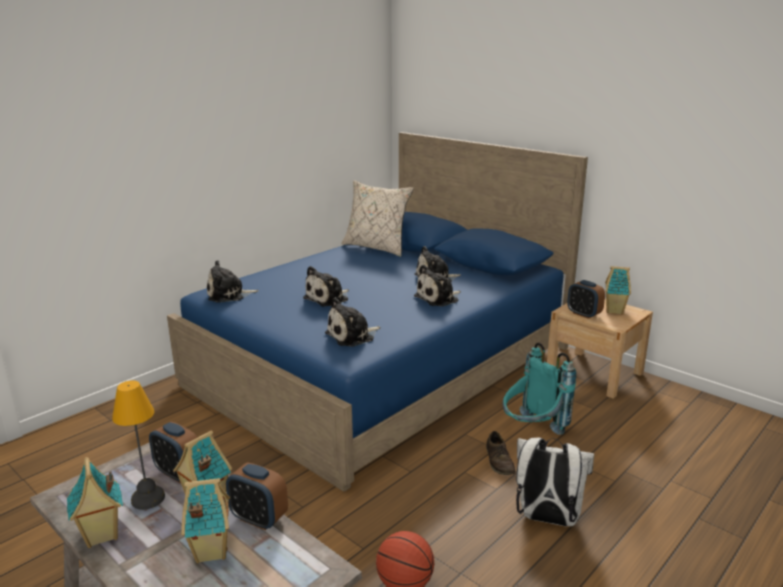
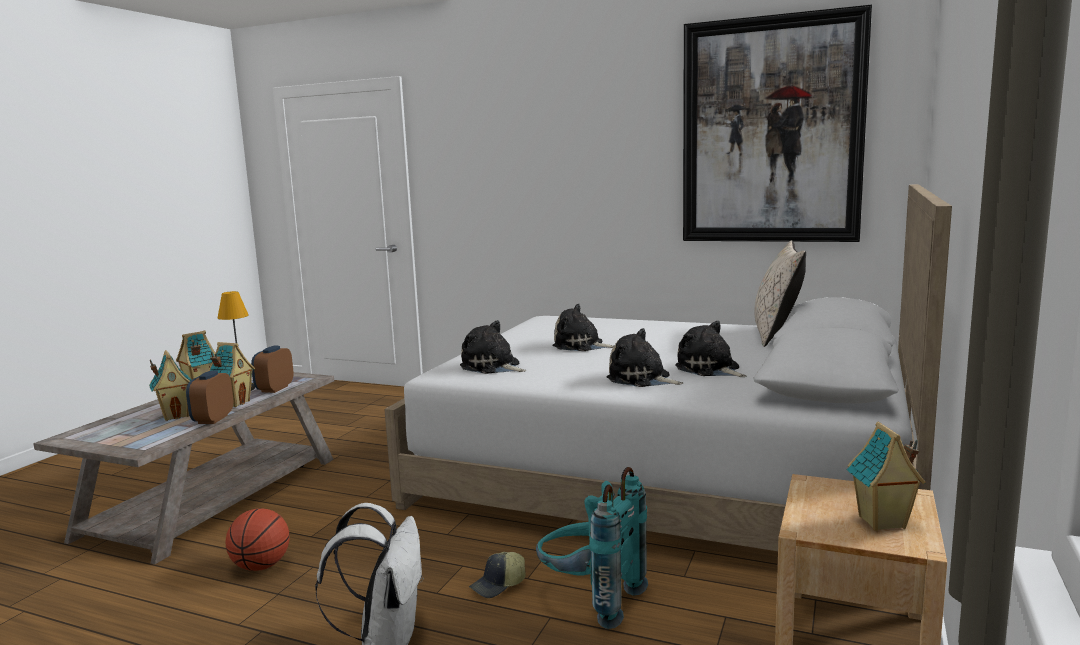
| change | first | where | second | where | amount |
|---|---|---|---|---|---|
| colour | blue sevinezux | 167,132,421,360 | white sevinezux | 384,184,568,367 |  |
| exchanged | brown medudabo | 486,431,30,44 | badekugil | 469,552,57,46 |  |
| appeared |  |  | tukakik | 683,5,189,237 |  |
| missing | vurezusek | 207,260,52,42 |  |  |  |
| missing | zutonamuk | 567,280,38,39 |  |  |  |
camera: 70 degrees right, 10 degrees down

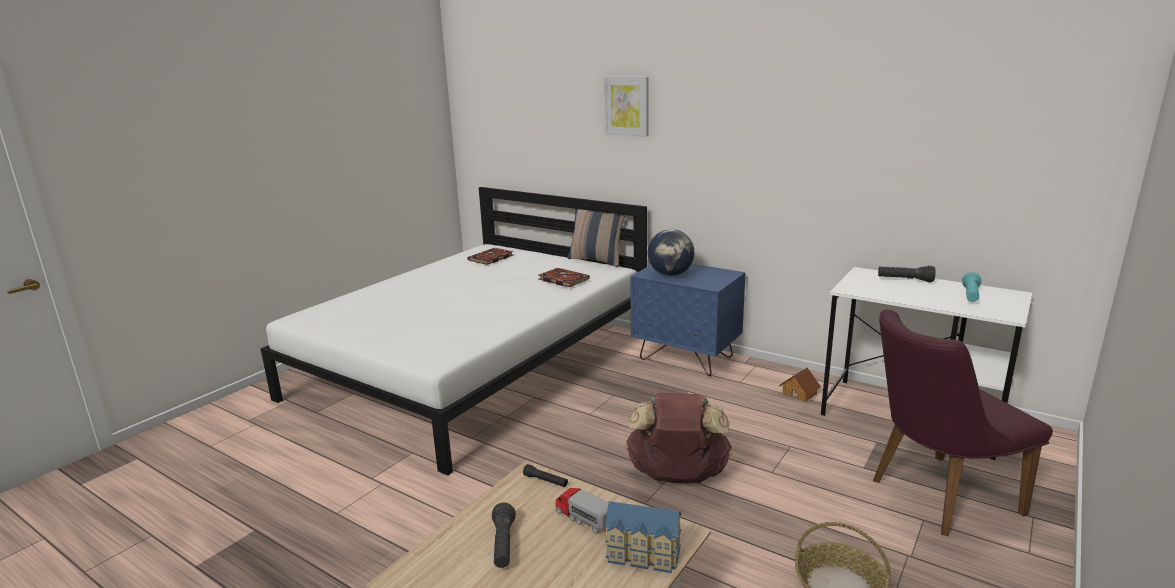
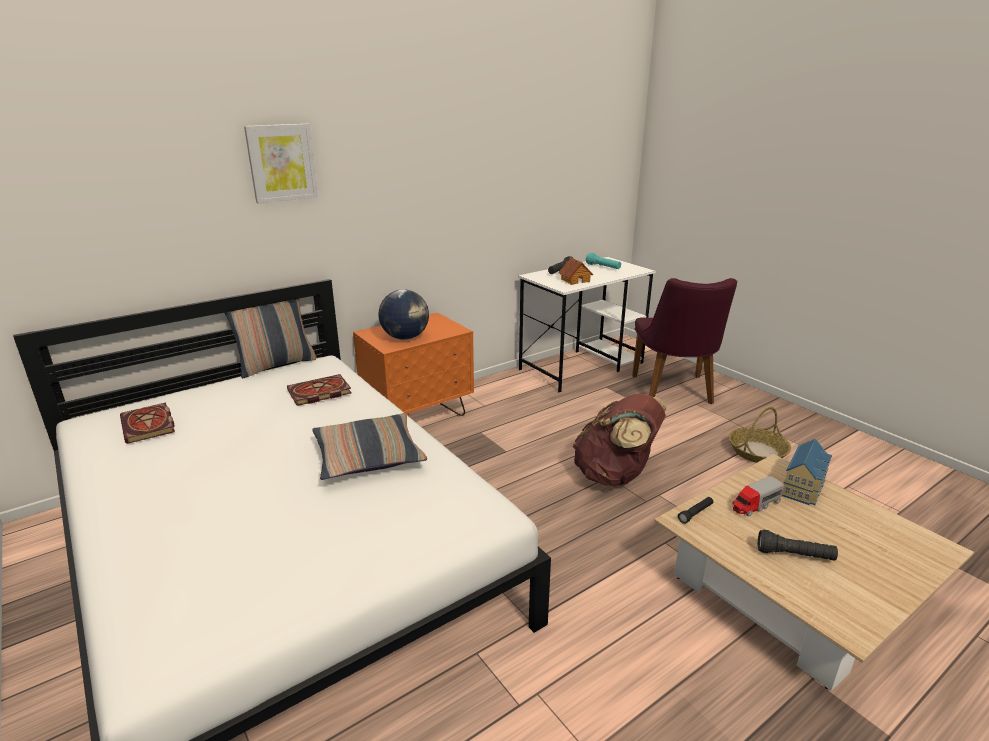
| change | first | where | second | where | amount |
|---|---|---|---|---|---|
| appeared |  |  | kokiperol | 312,413,115,67 |  |
| colour | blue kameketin | 630,264,116,112 | orange kameketin | 353,312,121,104 |  |
| relocated | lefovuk | 779,367,42,35 |  | 558,258,35,27 |  |
camera: 70 degrees left, 5 degrees up

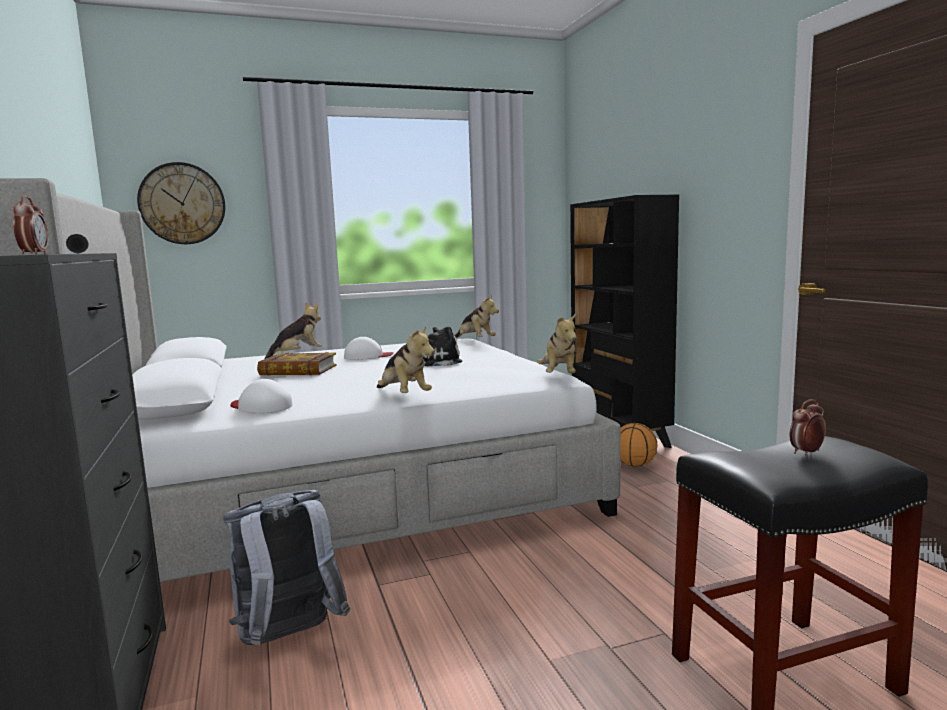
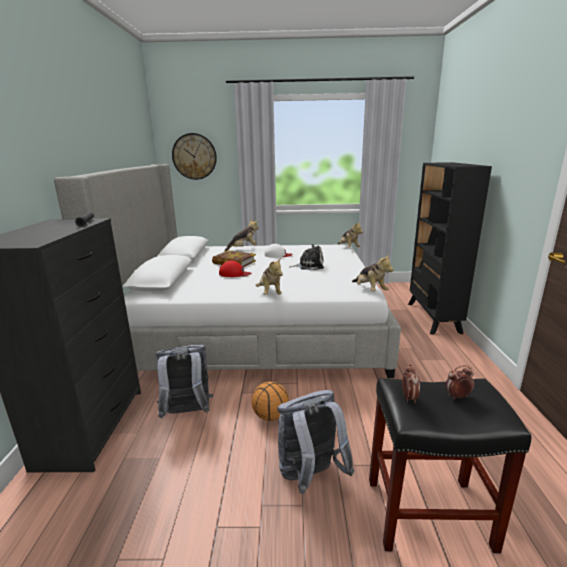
| change | first | where | second | where | amount |
|---|---|---|---|---|---|
| appeared |  |  | red badekugil | 219,261,32,16 |  |
| relocated | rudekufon | 620,423,38,44 |  | 252,382,37,39 |  |
| appeared |  |  | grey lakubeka | 277,390,78,104 |  |
| spun | vurezusek | 537,313,39,60 |  | 352,254,42,38 | 45 degrees counterclockwise |
| relocated | zutonamuk | 13,196,35,58 |  | 402,364,18,39 |  |
| missing | white badekugil | 230,379,63,34 |  |  |  |
camera: 20 degrees right, 10 degrees up

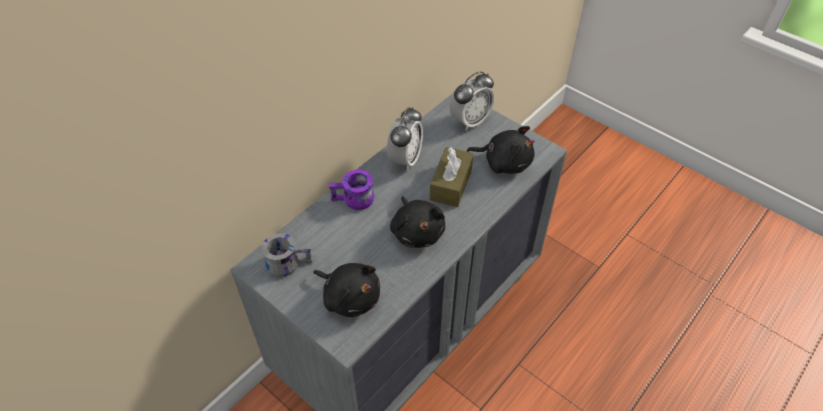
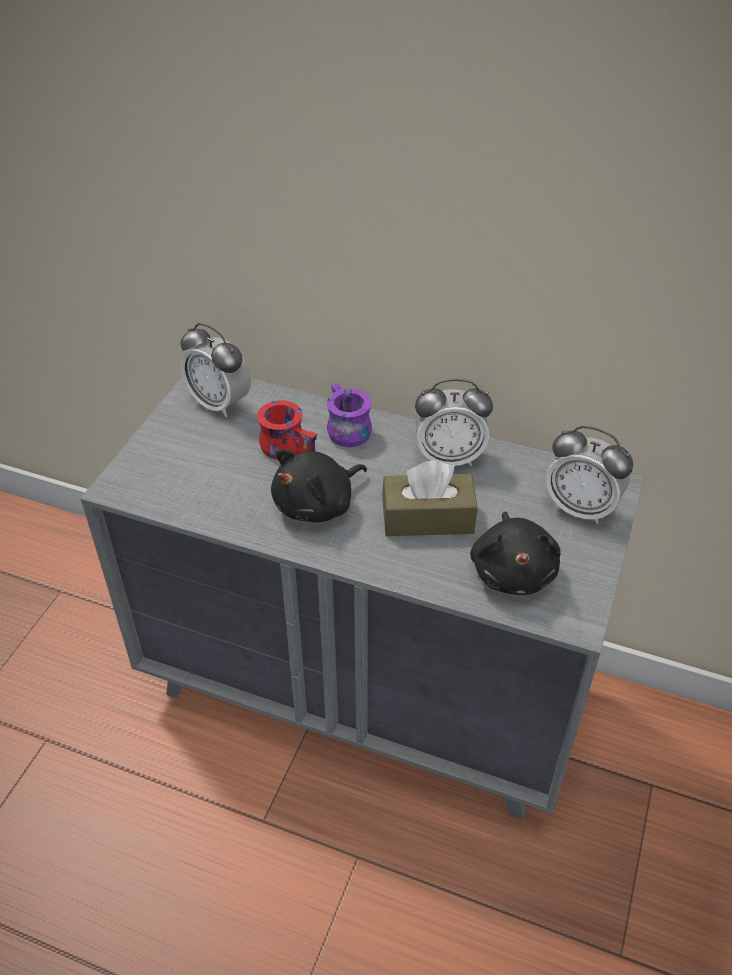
| change | first | where | second | where | amount |
|---|---|---|---|---|---|
| exchanged | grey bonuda | 261,233,52,44 | zutonamuk | 180,323,71,94 |  |
| appeared |  |  | red bonuda | 257,400,60,60 |  |
| missing | black vurezusek | 313,263,67,54 |  |  |  |
camera: 70 degrees right, 5 degrees down

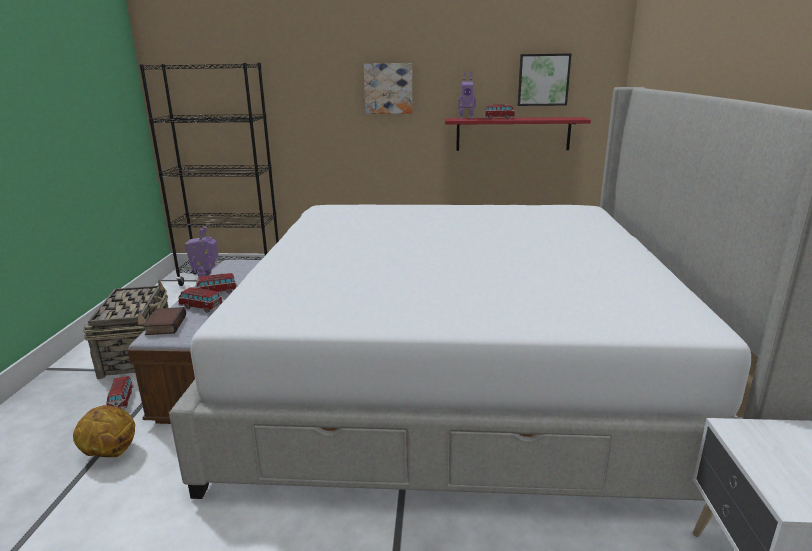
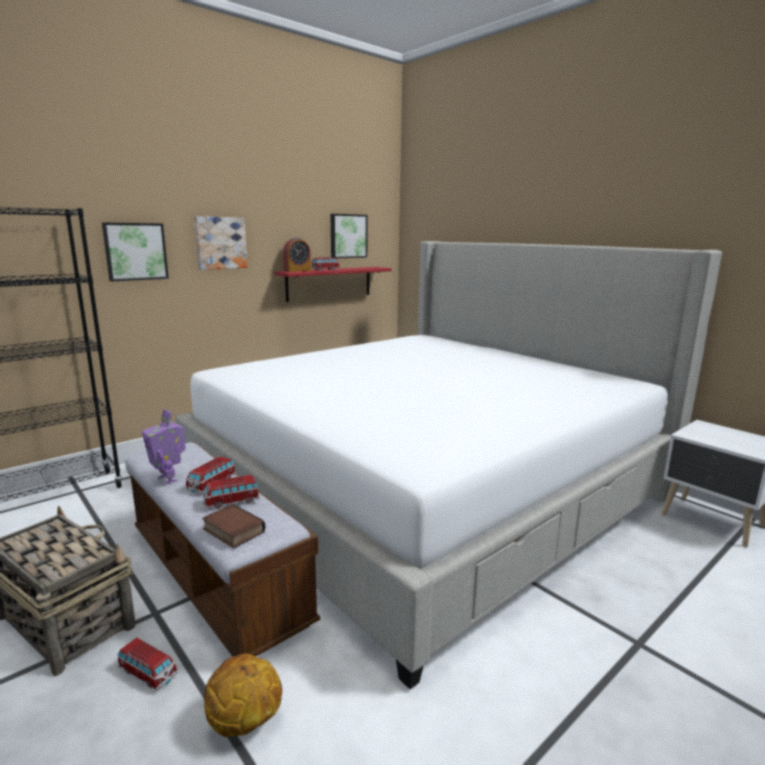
| change | first | where | second | where | amount |
|---|---|---|---|---|---|
| appeared |  |  | tukakik | 102,223,67,58 |  |
| exchanged | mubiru | 458,72,18,47 | zutonamuk | 283,238,28,34 |  |
camera: 45 degrees left, 5 degrees down

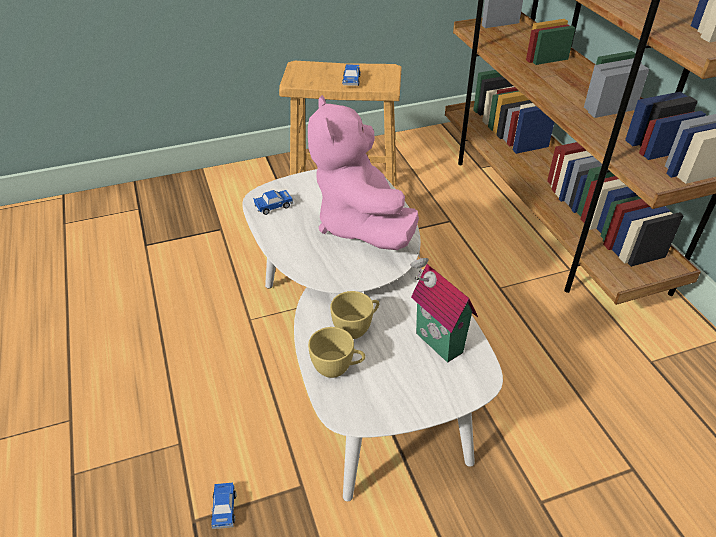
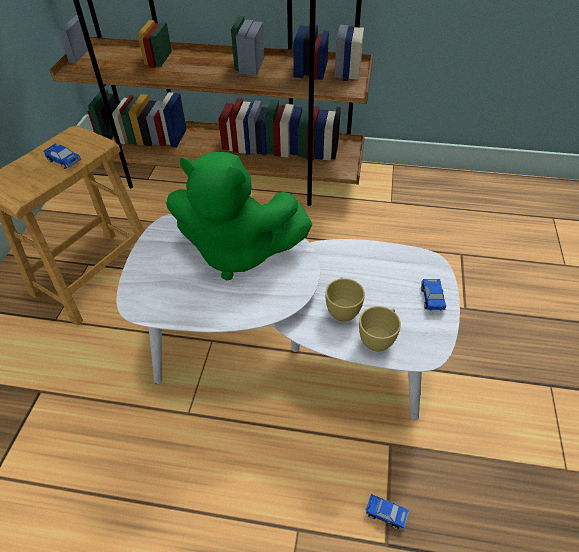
| change | first | where | second | where | amount |
|---|---|---|---|---|---|
| colour | pink vurezusek | 308,95,111,155 | green vurezusek | 166,152,146,129 |  |
| relocated | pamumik | 253,190,40,25 |  | 421,279,25,32 |  |
| missing | lefovuk | 410,252,68,111 |  |  |  |
camera: 60 degrees left, 5 degrees up

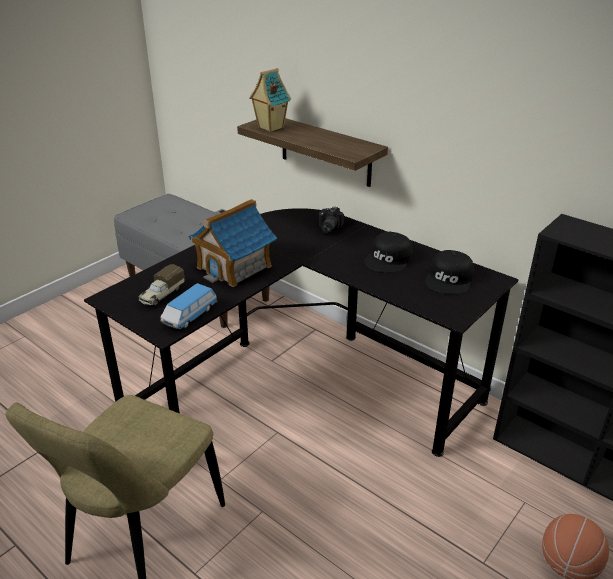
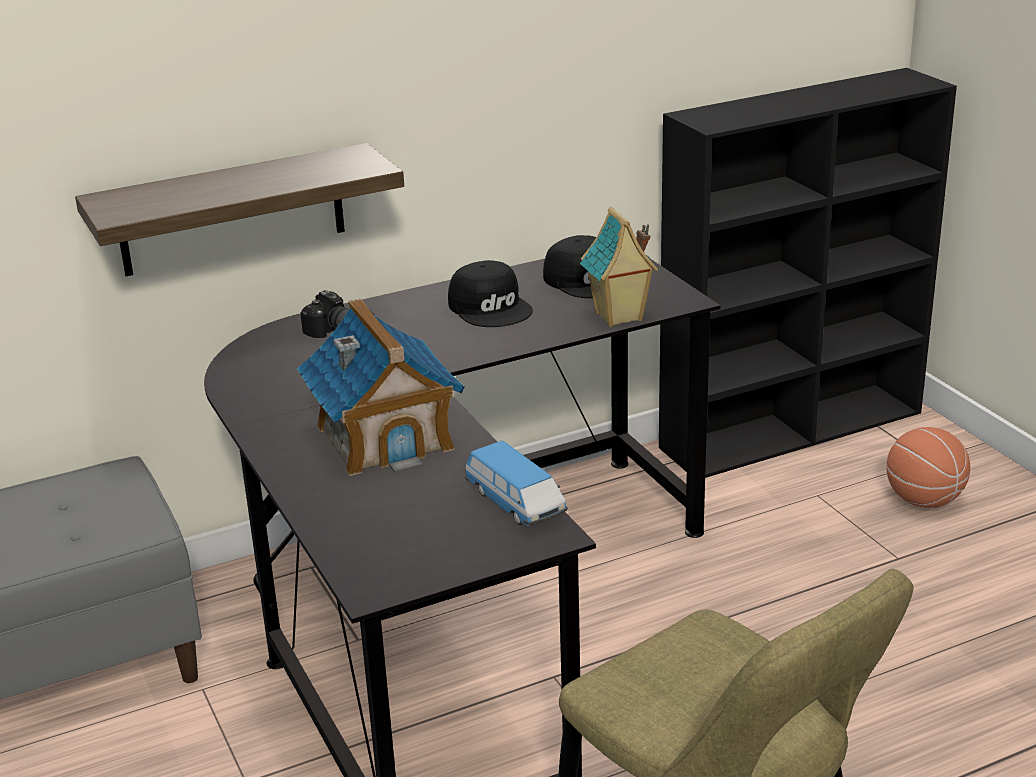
| change | first | where | second | where | amount |
|---|---|---|---|---|---|
| relocated | lefovuk | 249,68,42,64 |  | 580,207,79,120 |  |
| missing | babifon | 138,264,47,42 |  |  |  |
camera: 65 degrees left, 5 degrees down

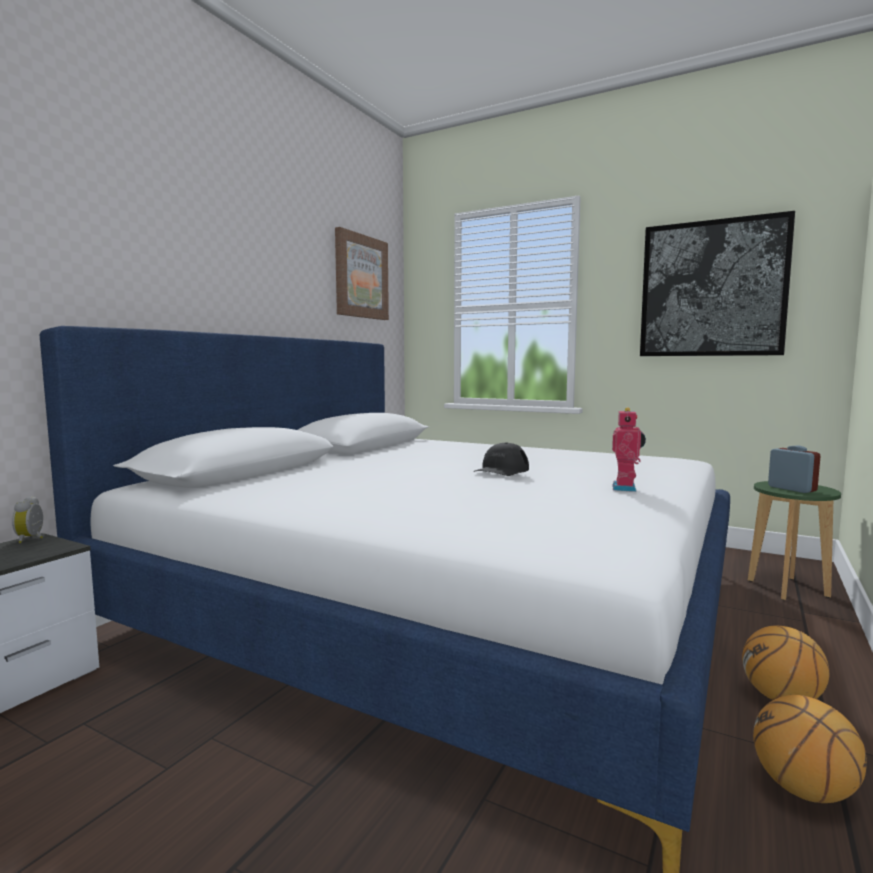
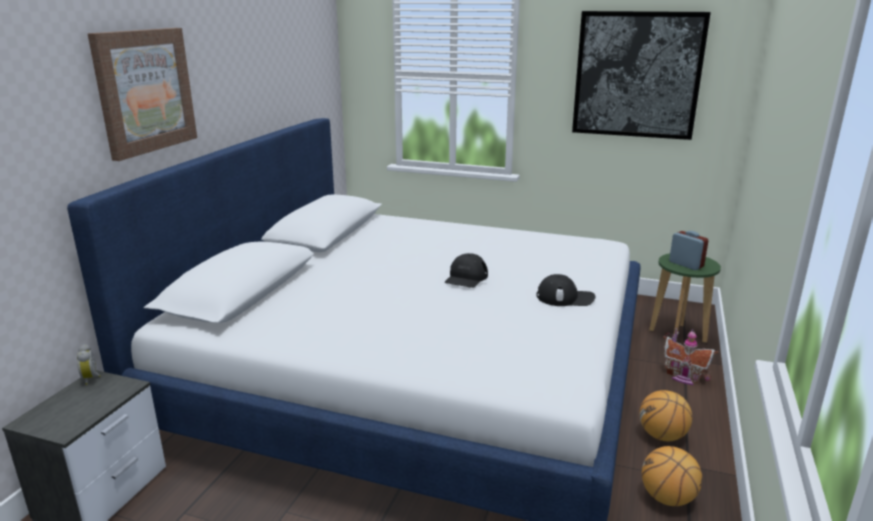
| change | first | where | second | where | amount |
|---|---|---|---|---|---|
| relocated | tukakik | 335,227,54,93 |  | 88,28,109,133 |  |
| exchanged | mubiru | 612,407,34,85 | black badekugil | 536,274,59,32 |  |
| appeared |  |  | lefovuk | 663,327,55,58 |  |
camera: 10 degrees left, 15 degrees up

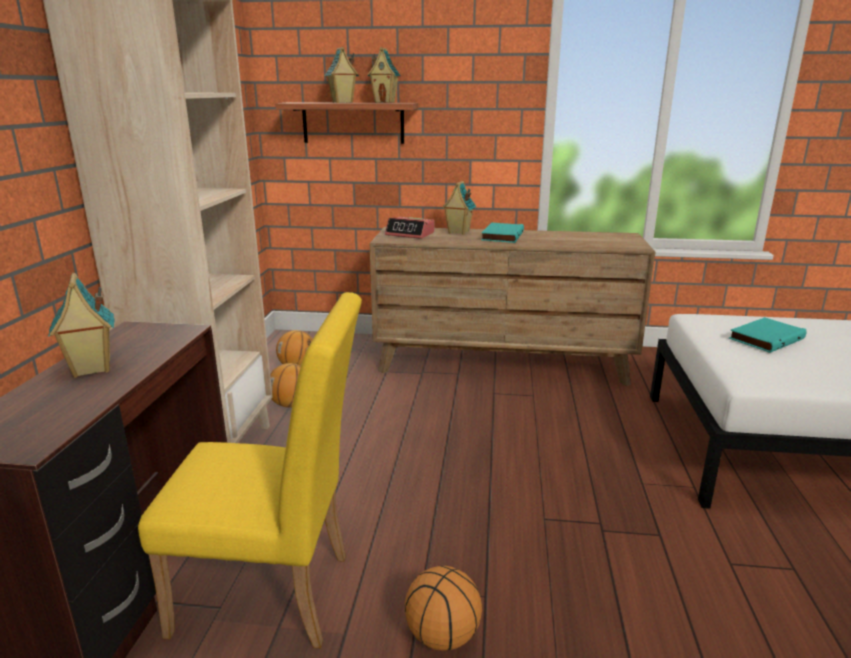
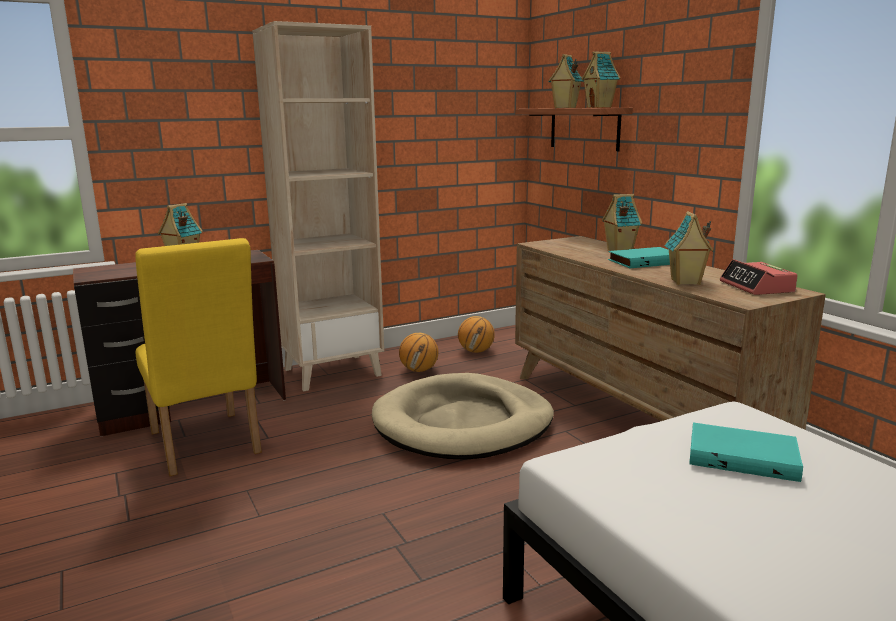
| change | first | where | second | where | amount |
|---|---|---|---|---|---|
| appeared |  |  | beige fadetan | 372,373,182,87 |  |
| appeared |  |  | lefovuk | 664,211,50,74 |  |
| relocated | zutonamuk | 385,217,49,22 |  | 720,259,78,36 |  |
| missing | rudekufon | 405,566,77,85 |  |  |  |
camera: 55 degrees right, 5 degrees down

